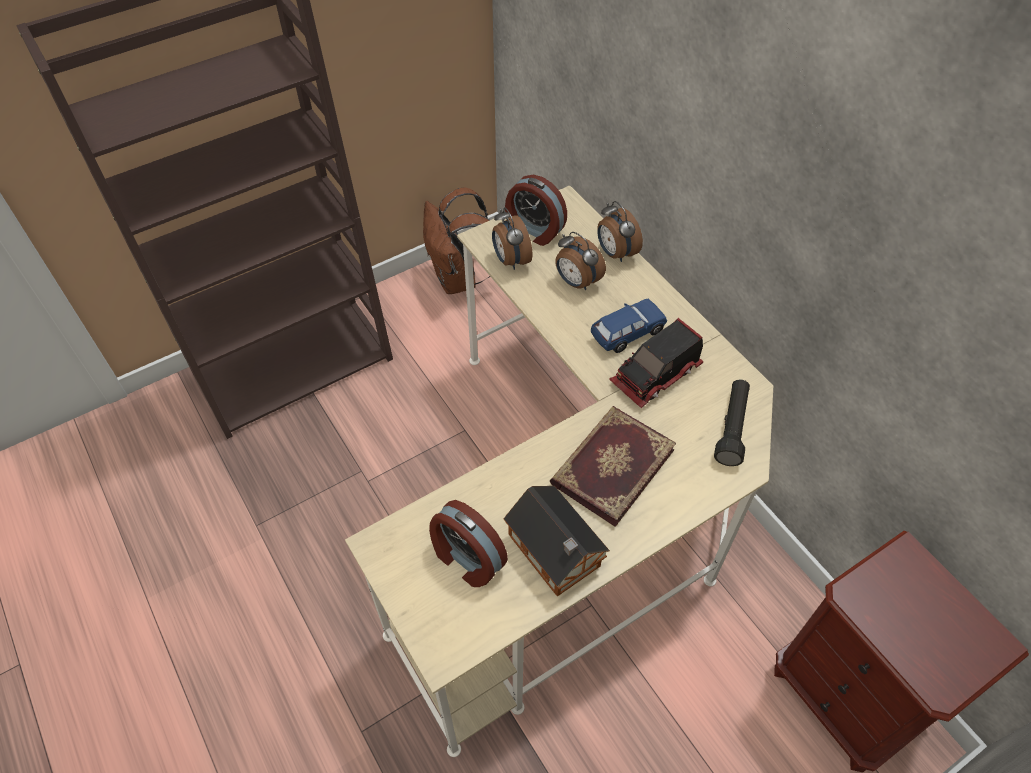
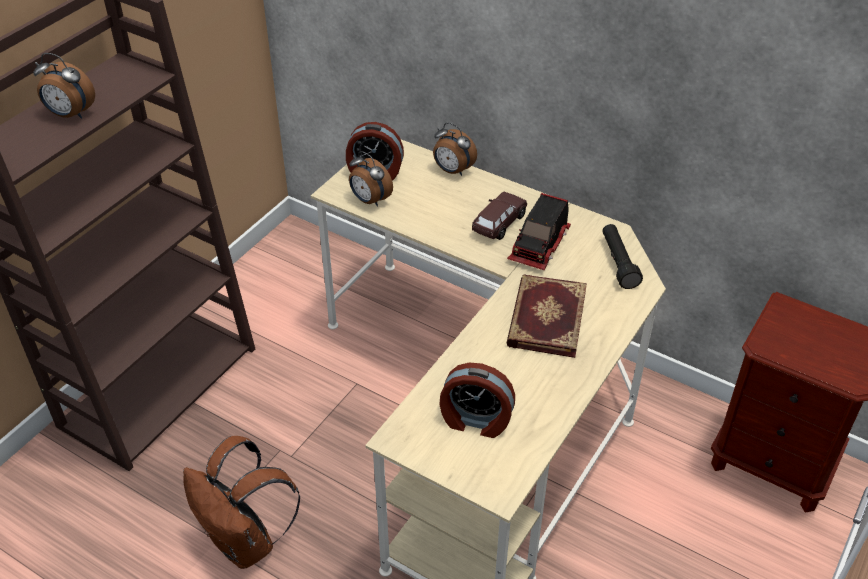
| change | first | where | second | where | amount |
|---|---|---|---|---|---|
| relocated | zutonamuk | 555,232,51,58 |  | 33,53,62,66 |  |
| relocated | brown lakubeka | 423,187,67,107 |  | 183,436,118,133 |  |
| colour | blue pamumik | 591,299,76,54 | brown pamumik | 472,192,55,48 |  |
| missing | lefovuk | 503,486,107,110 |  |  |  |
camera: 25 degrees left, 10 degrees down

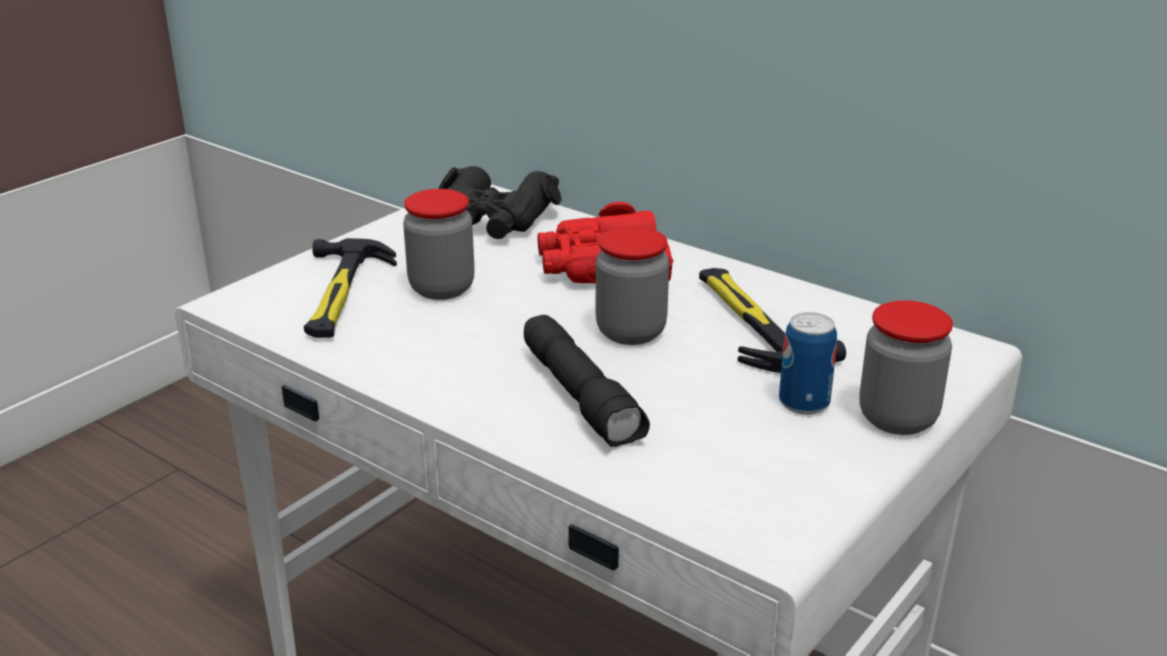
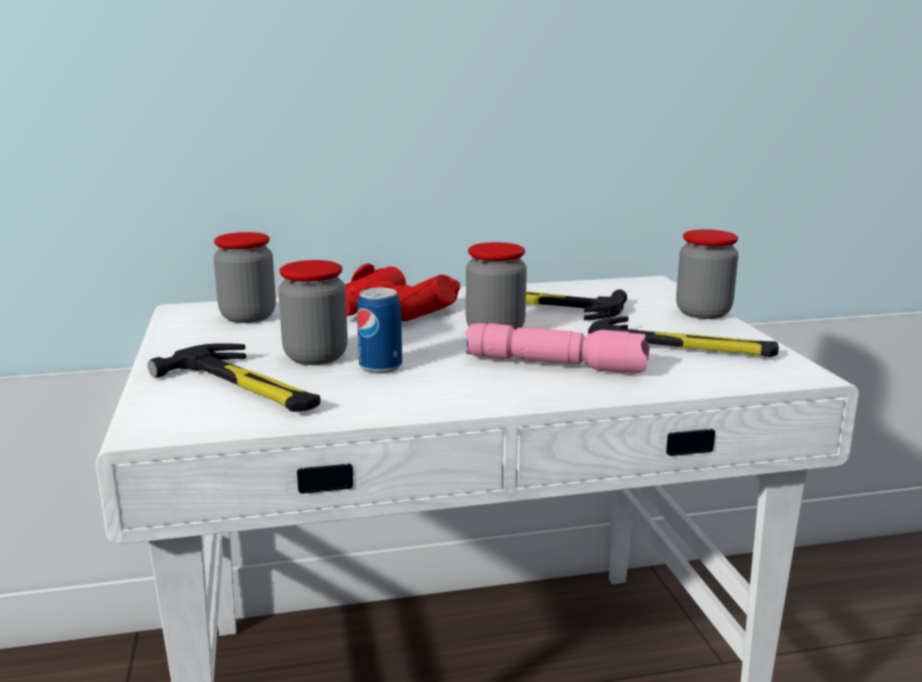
| change | first | where | second | where | amount |
|---|---|---|---|---|---|
| exchanged | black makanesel | 439,166,122,73 | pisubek | 214,232,62,91 |  |
| relocated | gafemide | 779,312,58,102 |  | 357,288,45,86 |  |
| colour | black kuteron | 524,315,126,132 | pink kuteron | 466,323,183,50 |  |
| appeared |  |  | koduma | 588,316,191,41 |  |
camera: 50 degrees left, 10 degrees down

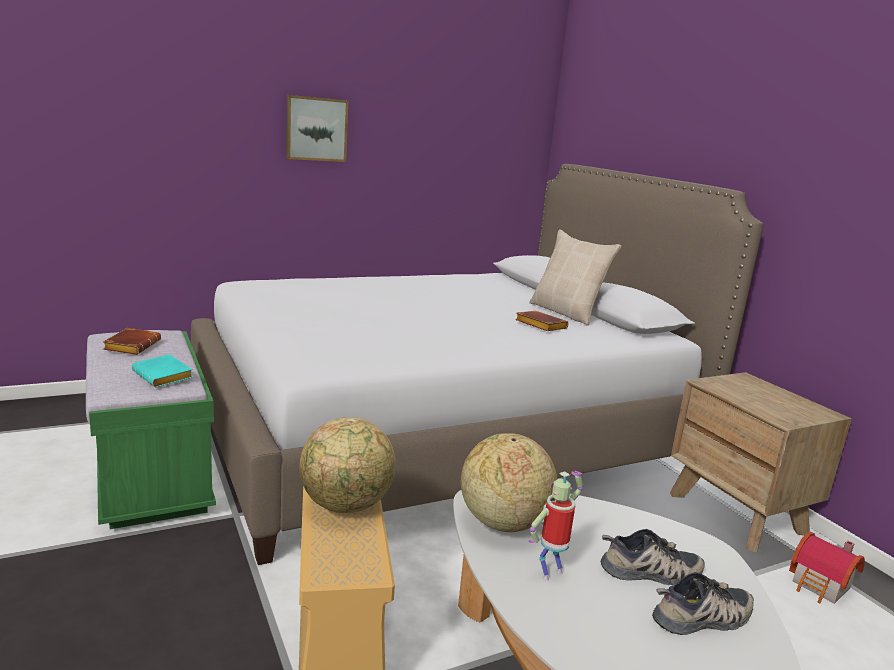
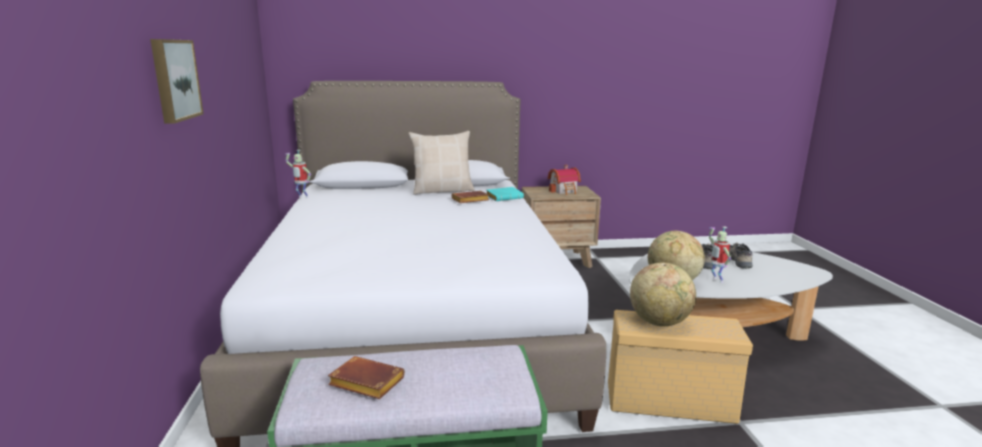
| change | first | where | second | where | amount |
|---|---|---|---|---|---|
| appeared |  |  | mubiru | 285,150,26,48 |  |
| relocated | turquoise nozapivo | 132,354,61,33 |  | 486,187,38,14 |  |
| relocated | lefovuk | 789,532,76,72 |  | 547,165,34,30 |  |
camera: 70 degrees left, 0 degrees up

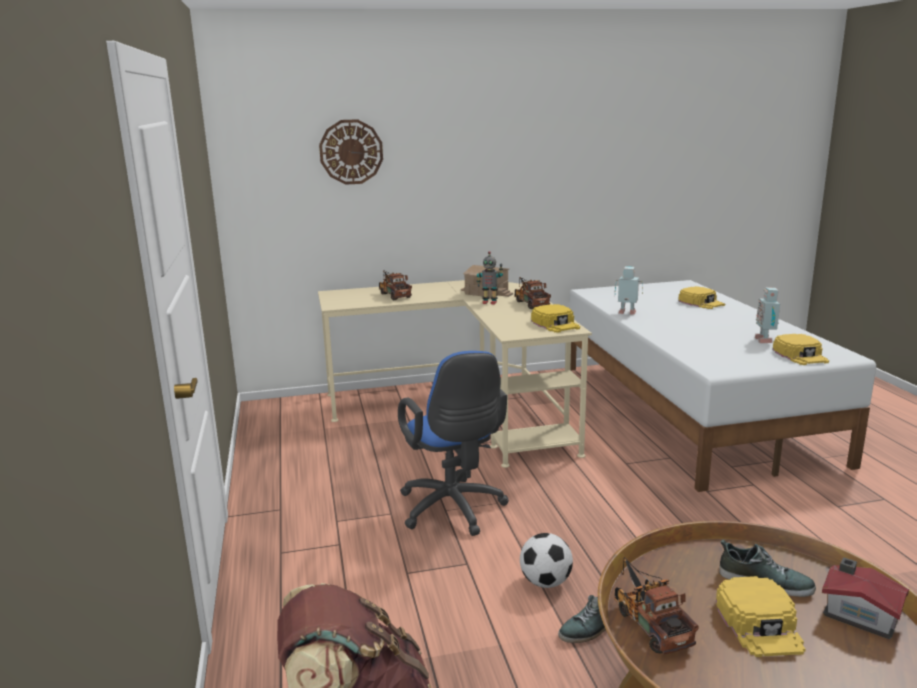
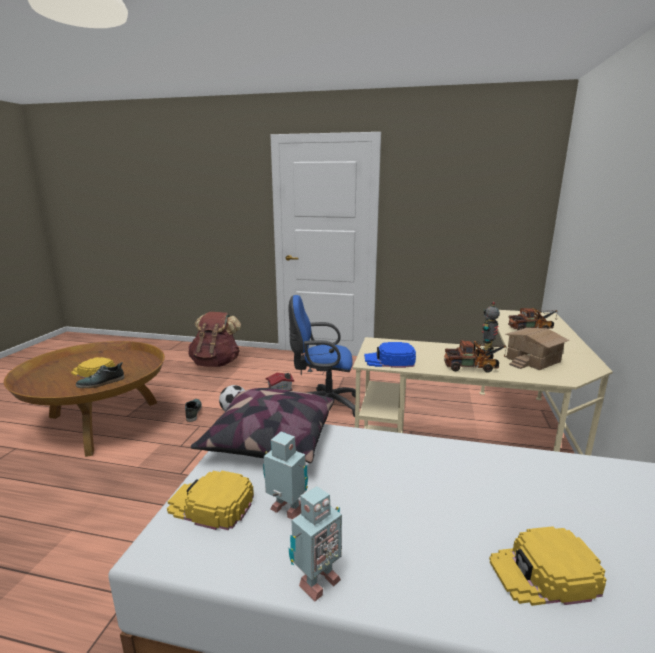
| change | first | where | second | where | amount |
|---|---|---|---|---|---|
| appeared |  |  | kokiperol | 191,388,143,75 |  |
| relocated | lefovuk | 822,557,87,82 |  | 265,373,29,18 |  |
| relocated | mubiru | 615,266,28,48 |  | 289,486,53,115 |  |
| colour | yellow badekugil | 531,304,49,29 | blue badekugil | 364,342,52,26 |  |
| missing | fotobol | 319,119,64,66 |  |  |  |
| missing | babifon | 614,557,85,97 |  |  |  |
camera: 115 degrees right, 0 degrees up

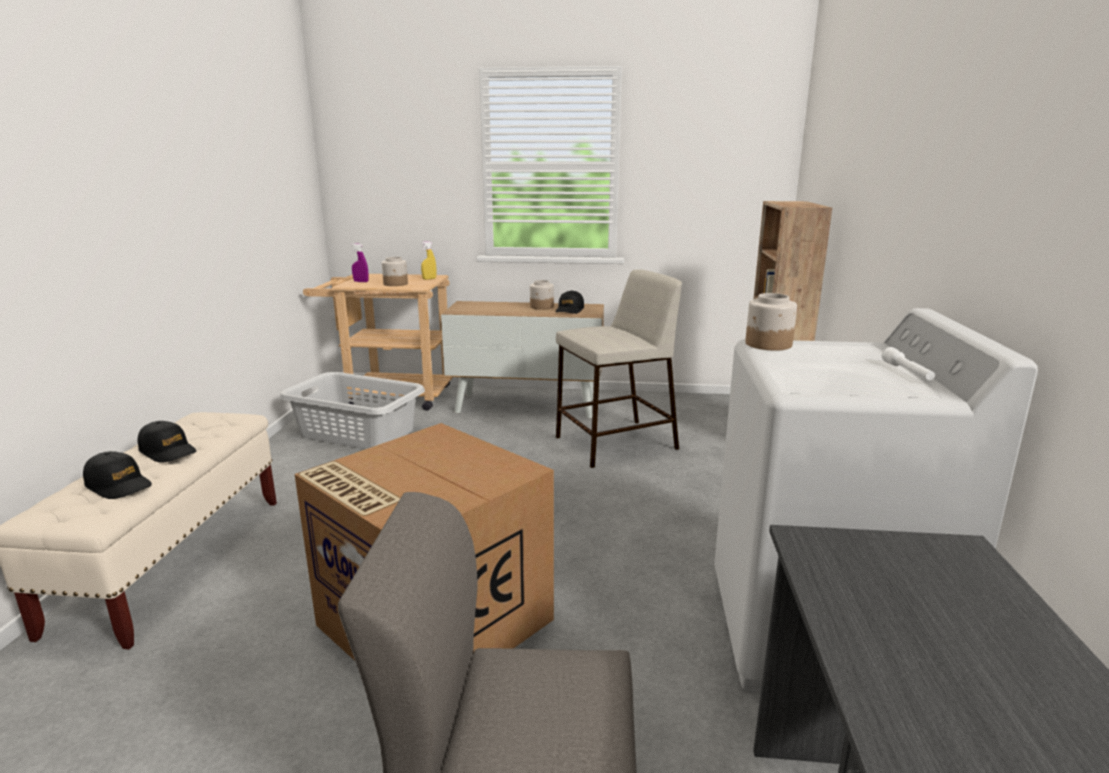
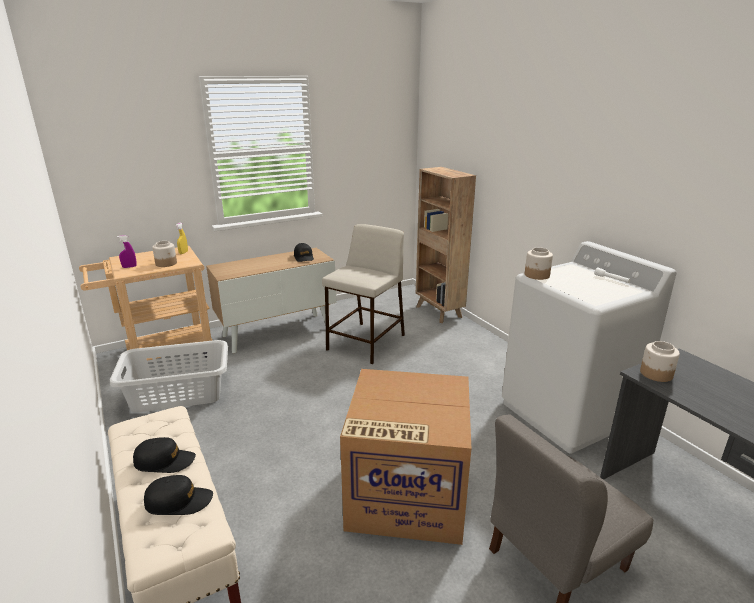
| change | first | where | second | where | amount |
|---|---|---|---|---|---|
| relocated | pisubek | 530,280,24,30 |  | 640,341,40,41 |  |
camera: 35 degrees left, 5 degrees up

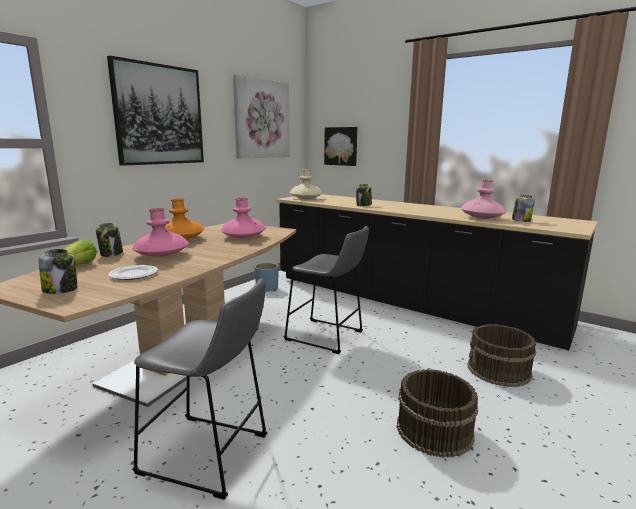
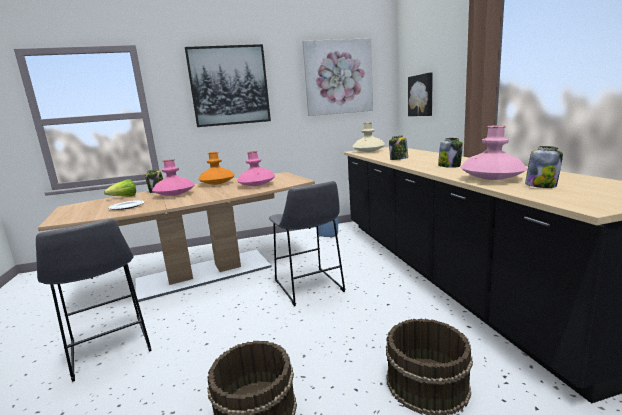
| change | first | where | second | where | amount |
|---|---|---|---|---|---|
| relocated | pisubek | 39,249,38,45 |  | 438,138,25,30 |  |
camera: 40 degrees right, 0 degrees up

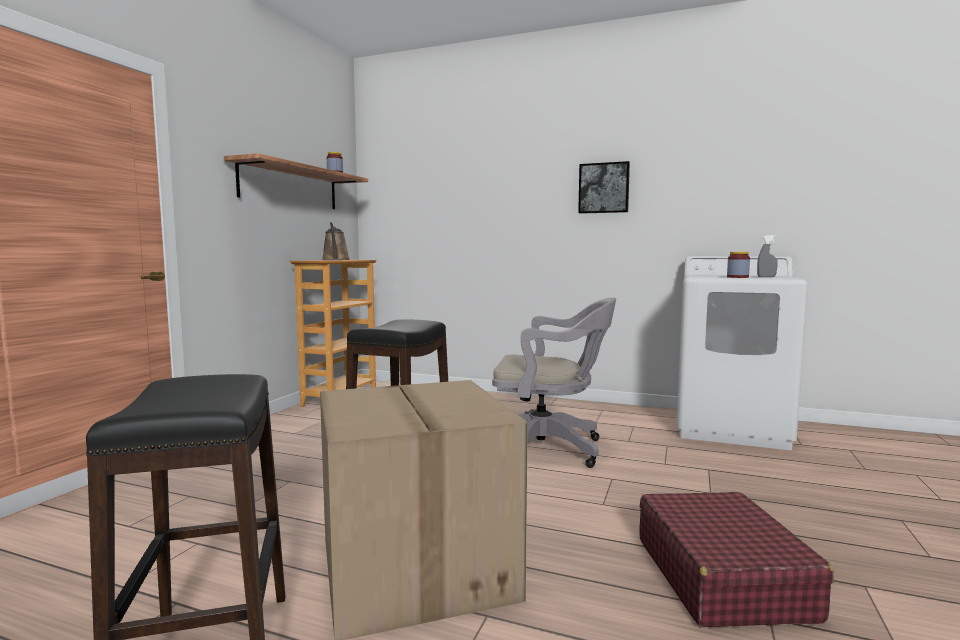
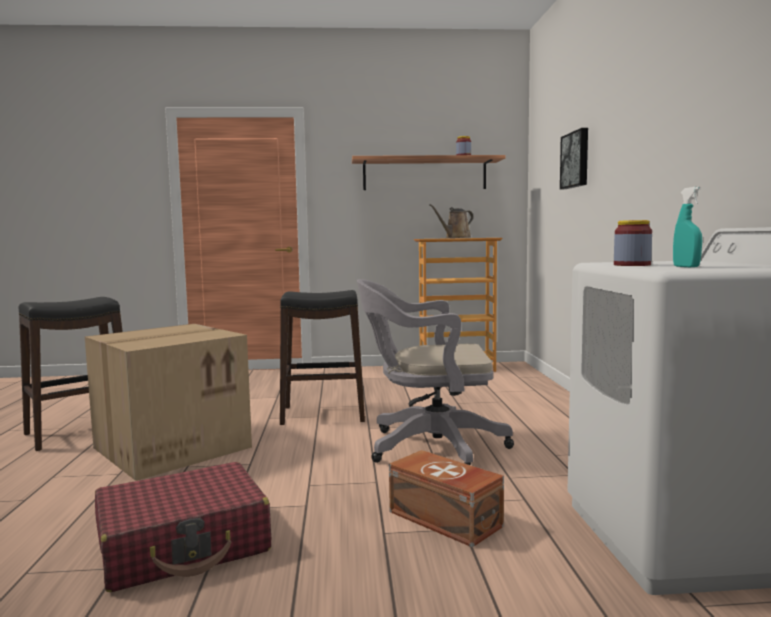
| change | first | where | second | where | amount |
|---|---|---|---|---|---|
| spun | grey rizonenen | 492,298,124,170 |  | 357,279,157,186 | 105 degrees clockwise |
| appeared |  |  | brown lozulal | 389,450,115,97 |  |
| relocated | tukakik | 578,161,52,53 |  | 560,128,28,61 |  |
| colour | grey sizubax | 757,235,21,42 | turquoise sizubax | 673,187,29,80 |  |
camera: 65 degrees right, 0 degrees up

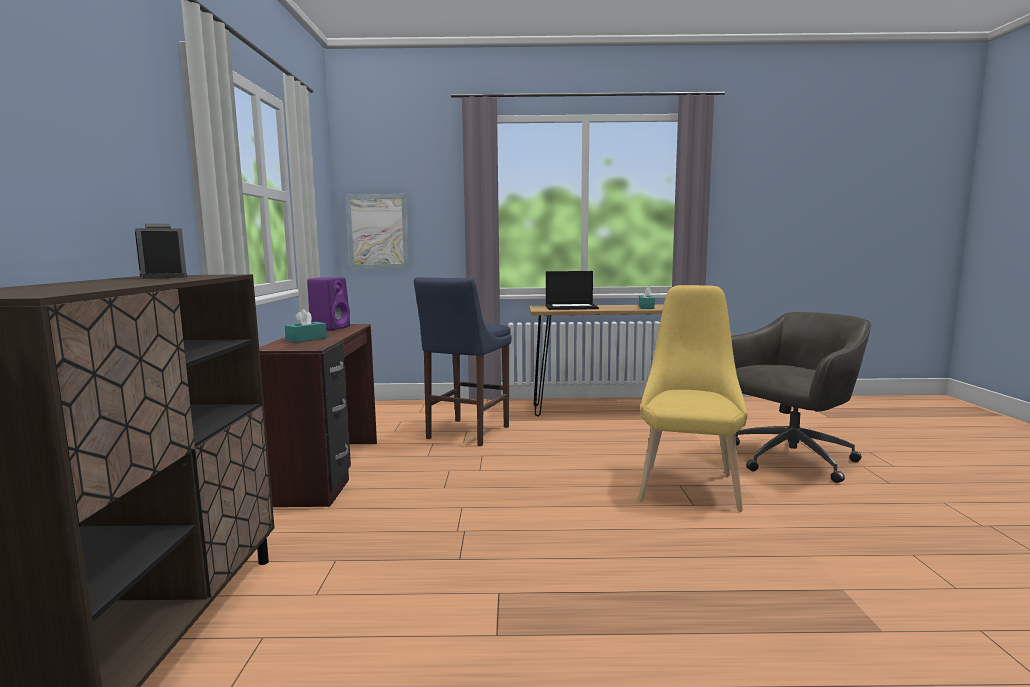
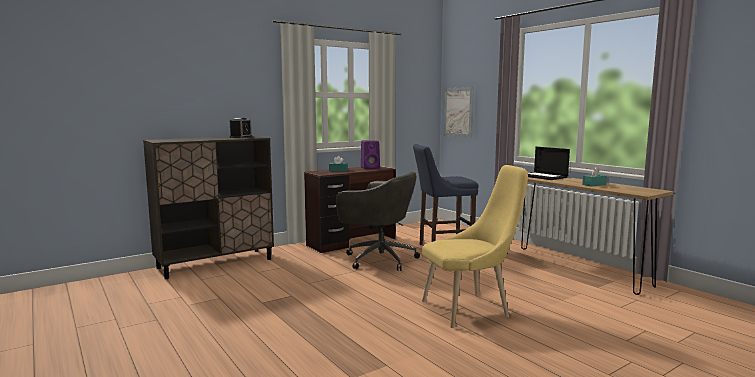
| change | first | where | second | where | amount |
|---|---|---|---|---|---|
| relocated | grey rizonenen | 731,312,140,171 |  | 336,172,84,99 |  |
camera: 55 degrees right, 0 degrees up

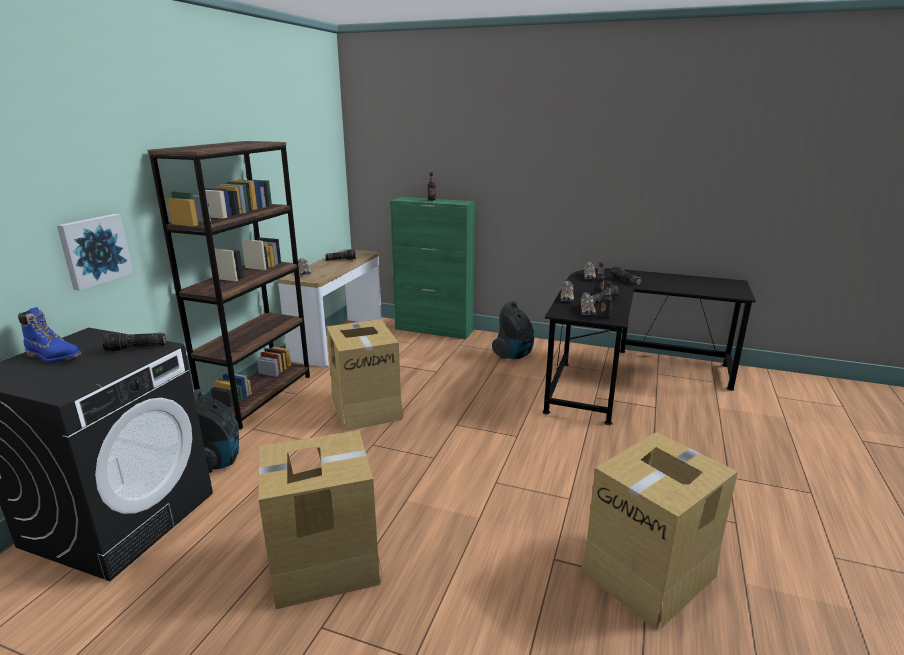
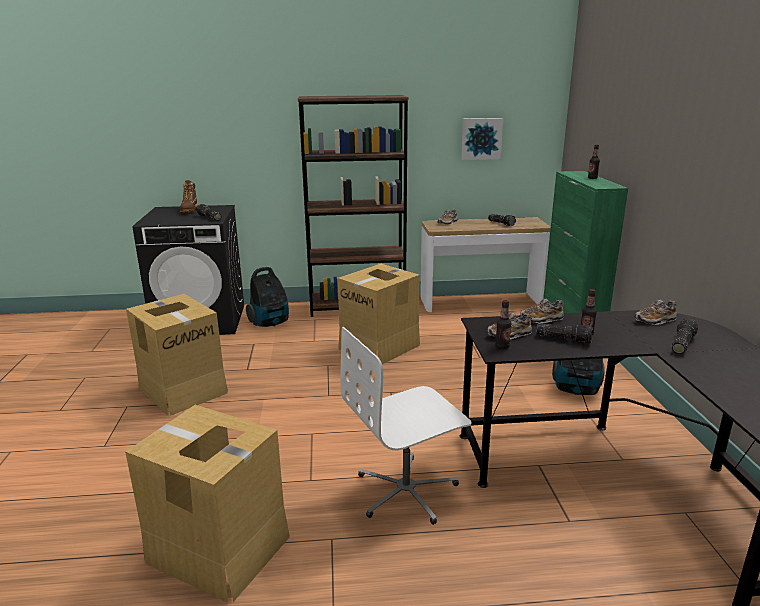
| change | first | where | second | where | amount |
|---|---|---|---|---|---|
| colour | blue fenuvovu | 18,307,63,57 | brown fenuvovu | 179,180,19,33 |  |
| appeared |  |  | white rizonenen | 340,327,132,198 |  |
| relocated | tukakik | 57,214,76,77 |  | 461,118,42,42 |  |
camera: 65 degrees right, 0 degrees up

